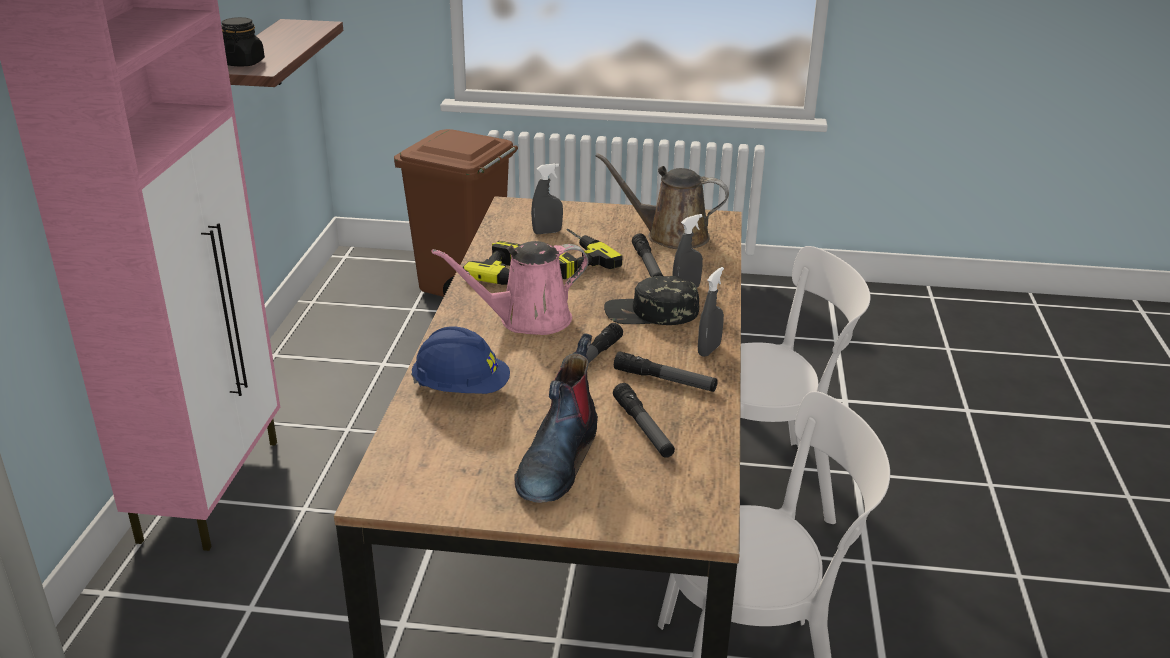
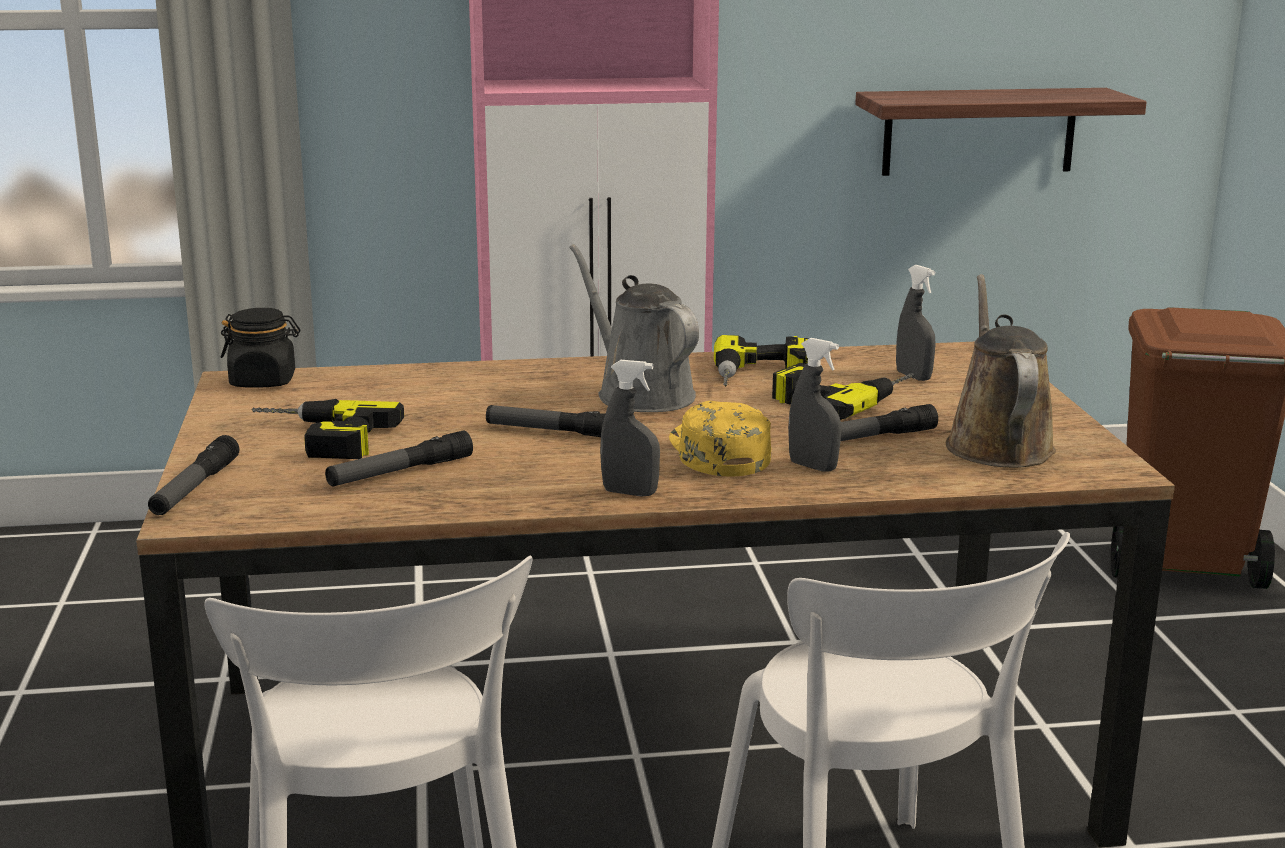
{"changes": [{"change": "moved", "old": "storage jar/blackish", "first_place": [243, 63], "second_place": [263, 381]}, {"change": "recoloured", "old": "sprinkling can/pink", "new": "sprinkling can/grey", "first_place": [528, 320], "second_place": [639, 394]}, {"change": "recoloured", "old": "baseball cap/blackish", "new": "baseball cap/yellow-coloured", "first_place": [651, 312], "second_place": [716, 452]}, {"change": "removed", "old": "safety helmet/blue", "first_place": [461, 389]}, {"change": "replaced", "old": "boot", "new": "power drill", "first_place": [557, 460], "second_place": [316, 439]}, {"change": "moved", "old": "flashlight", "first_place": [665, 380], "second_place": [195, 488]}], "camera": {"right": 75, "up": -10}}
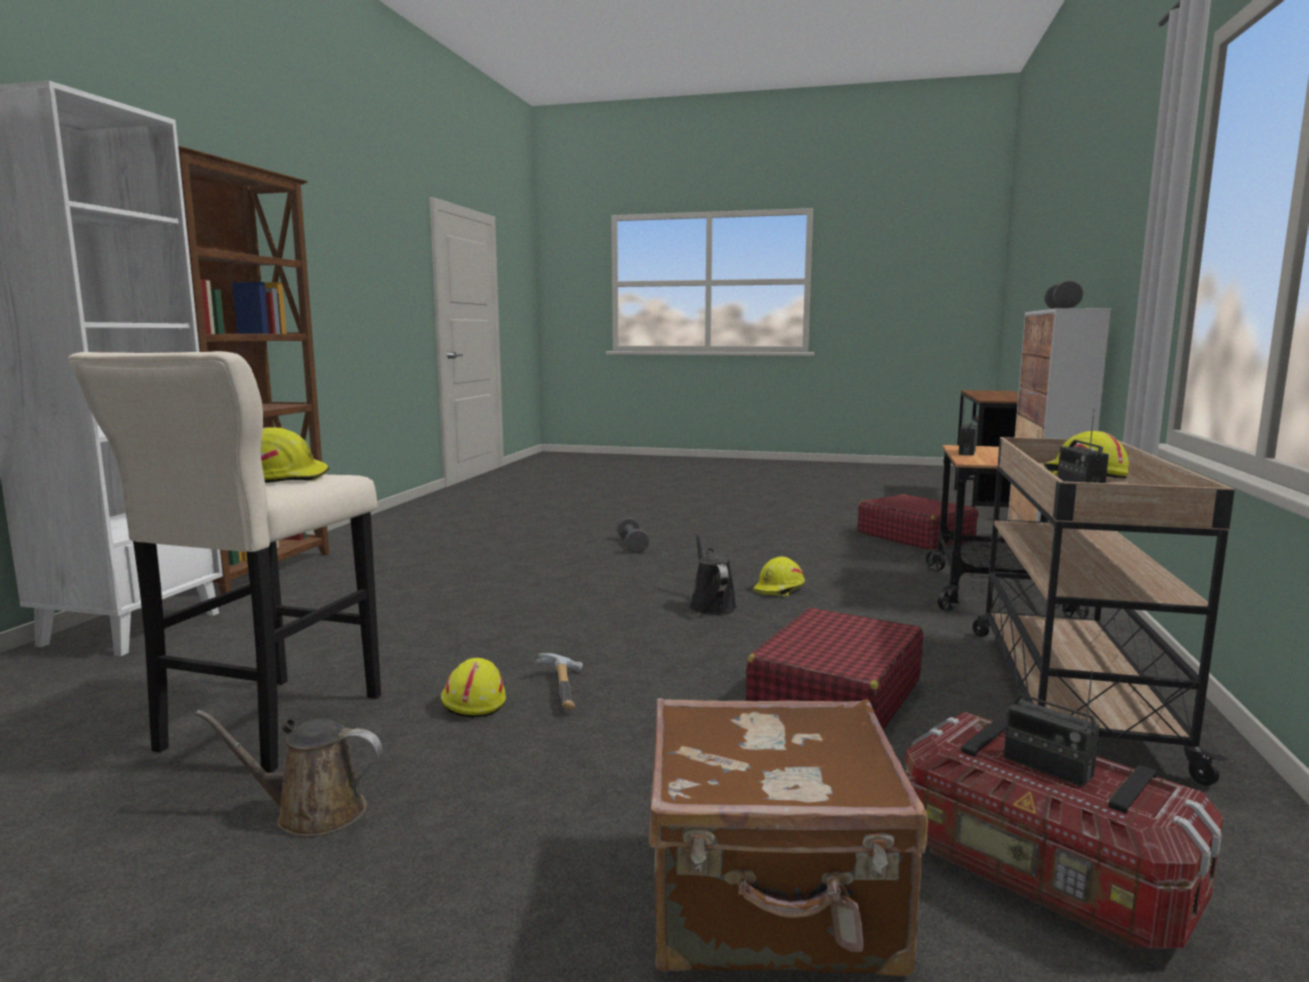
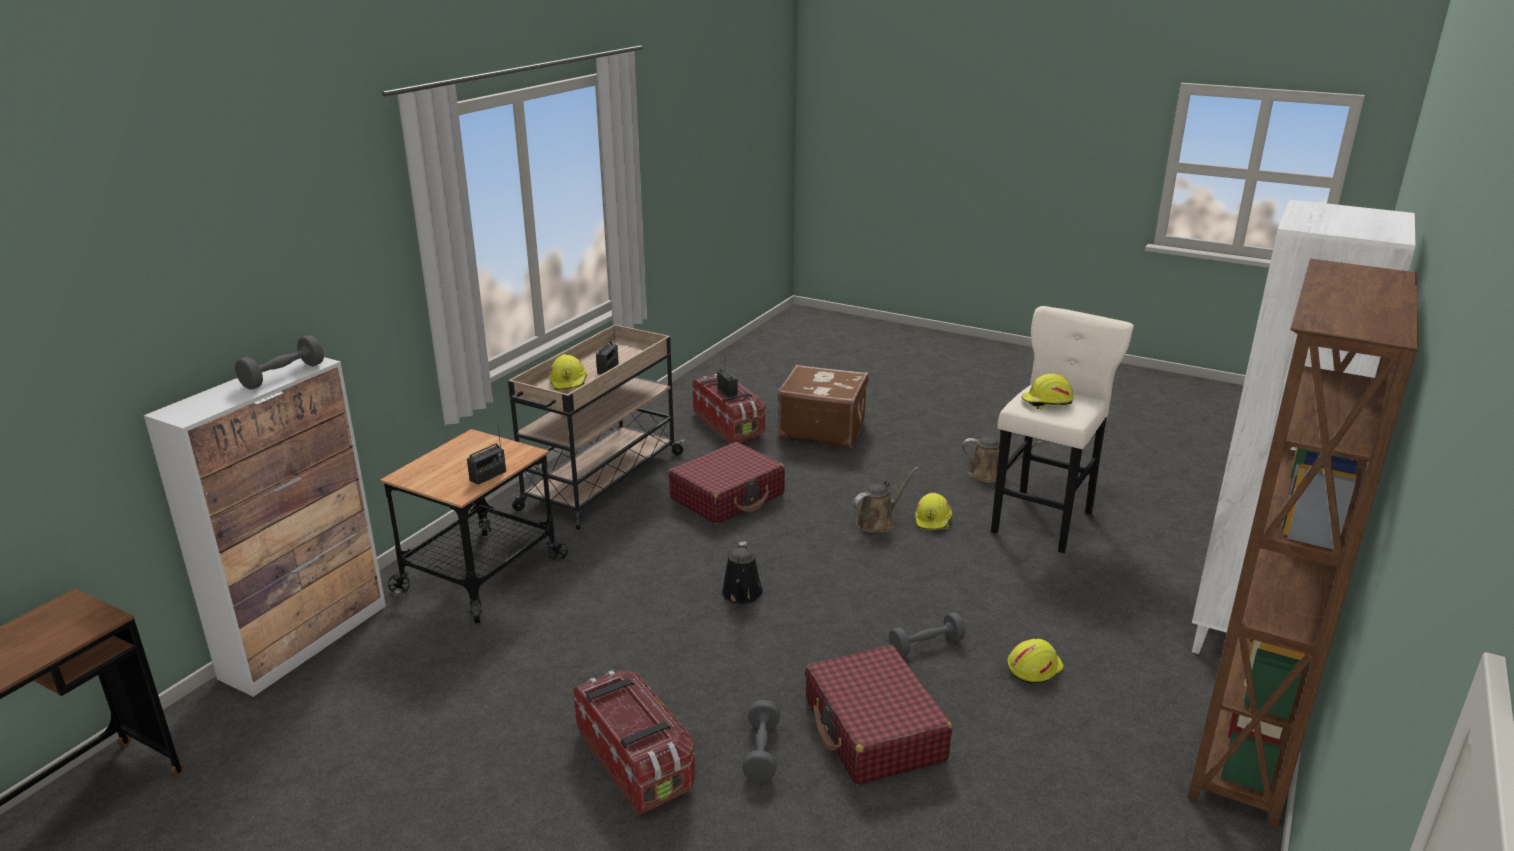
{"changes": [{"change": "moved", "old": "suitcase/red", "first_place": [915, 536], "second_place": [874, 731]}, {"change": "moved", "old": "safety helmet/yellow-coloured", "first_place": [779, 590], "second_place": [1033, 667]}, {"change": "replaced", "old": "tool hammer", "new": "sprinkling can/brown-coloured", "first_place": [567, 689], "second_place": [878, 522]}, {"change": "added", "new": "hand weight/grey", "second_place": [926, 646]}, {"change": "added", "new": "storage bin", "second_place": [635, 762]}], "camera": {"right": -165, "up": 15}}
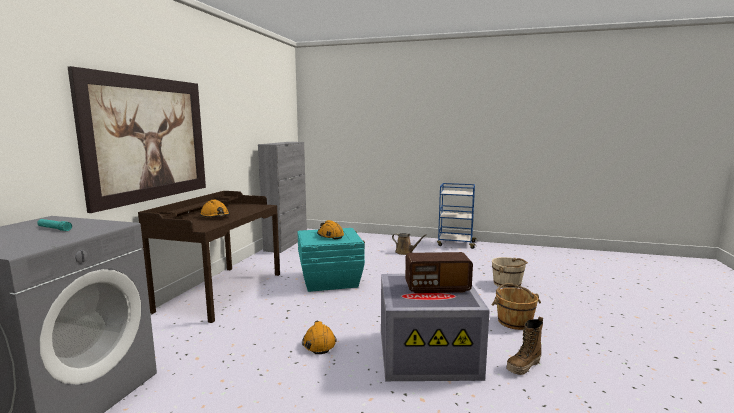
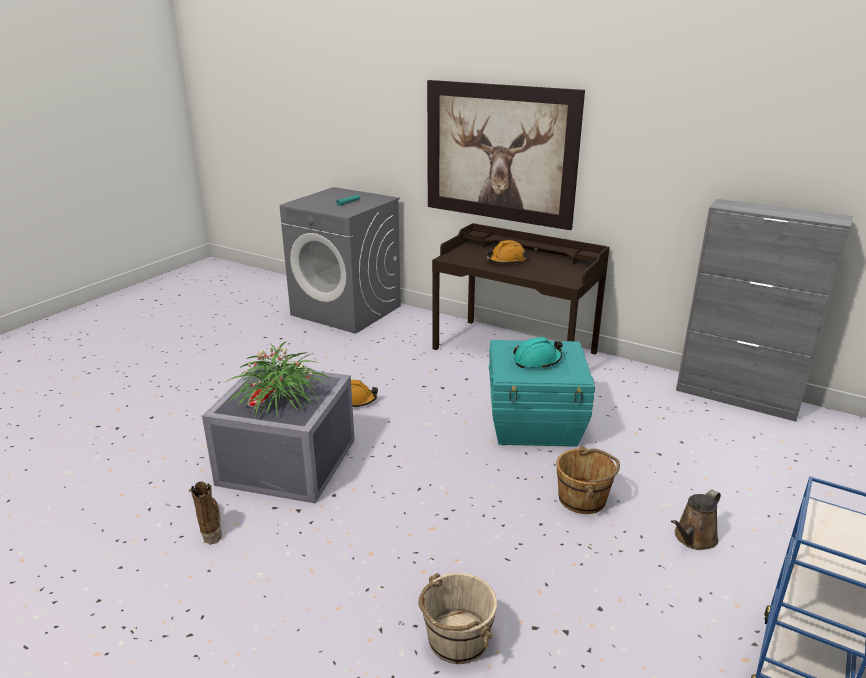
{"changes": [{"change": "recoloured", "old": "safety helmet/orangey", "new": "safety helmet/turquoise", "first_place": [330, 236], "second_place": [537, 361]}, {"change": "replaced", "old": "radio set", "new": "houseplant", "first_place": [437, 288], "second_place": [280, 400]}, {"change": "moved", "old": "bucket/brown-coloured", "first_place": [514, 321], "second_place": [583, 499]}], "camera": {"right": 105, "up": 15}}
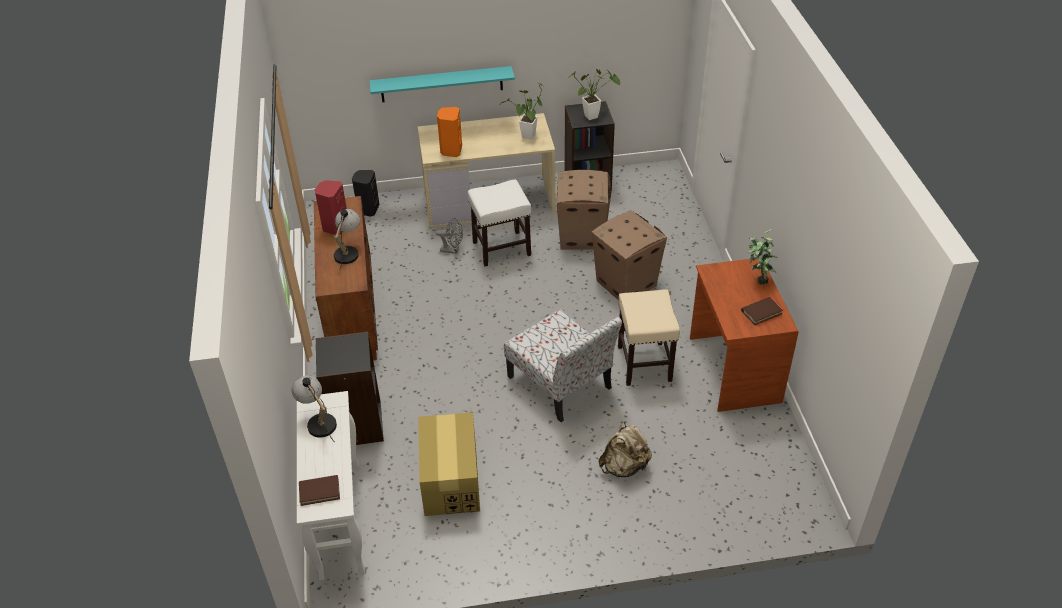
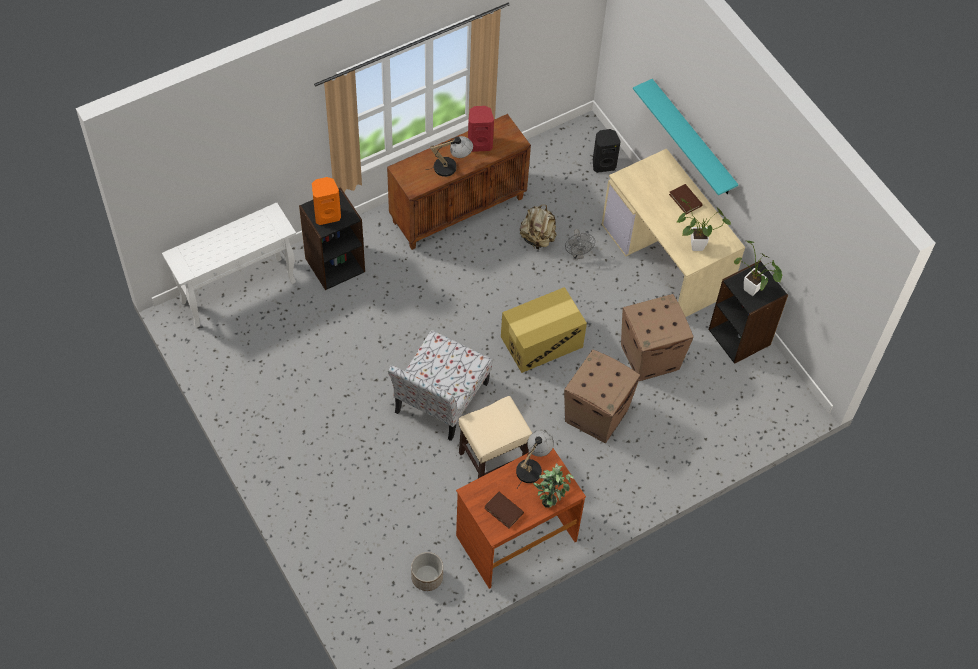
{"changes": [{"change": "moved", "old": "speaker/orangey", "first_place": [451, 150], "second_place": [326, 215]}, {"change": "removed", "old": "sitting stool/whitish", "first_place": [501, 249]}, {"change": "moved", "old": "table lamp", "first_place": [318, 421], "second_place": [532, 466]}, {"change": "moved", "old": "packing box", "first_place": [450, 480], "second_place": [541, 342]}, {"change": "moved", "old": "rucksack/sand-coloured", "first_place": [624, 466], "second_place": [537, 238]}, {"change": "moved", "old": "book/brown-coloured", "first_place": [319, 491], "second_place": [685, 200]}, {"change": "added", "new": "flower pot", "second_place": [427, 577]}], "camera": {"right": 65, "up": 15}}
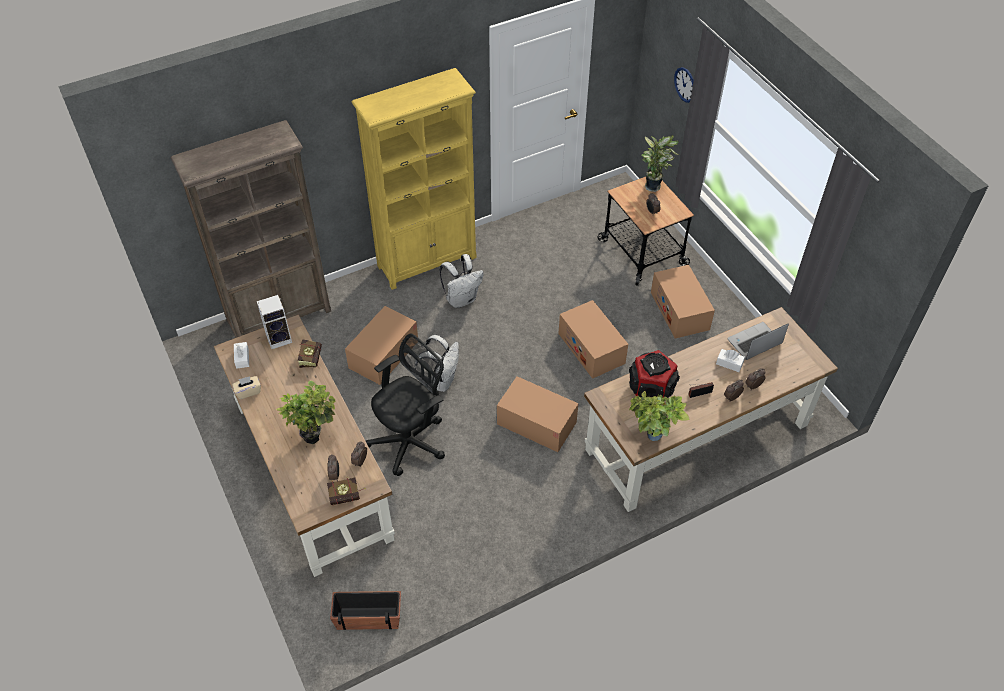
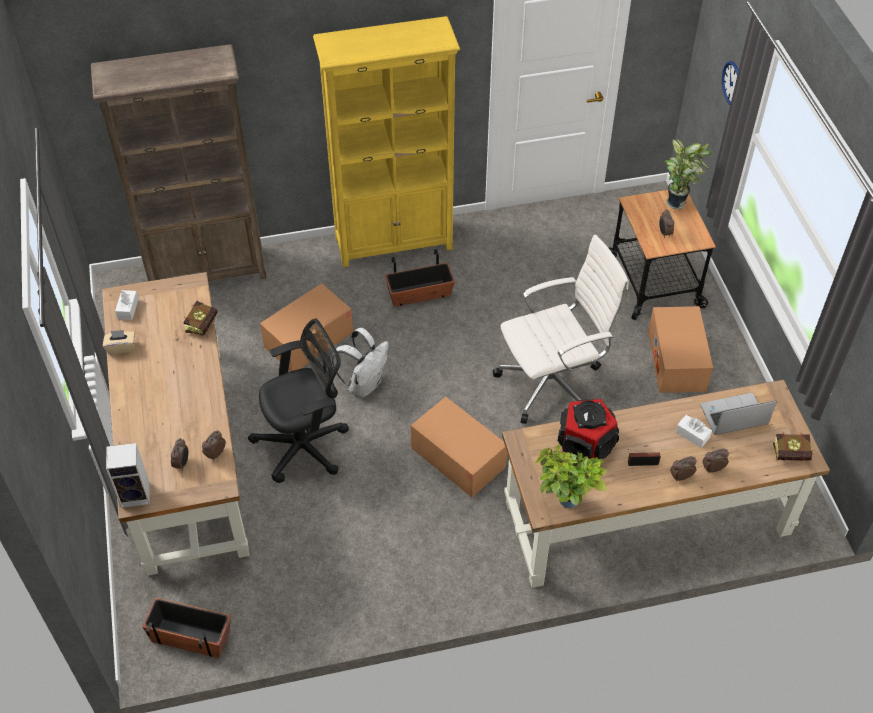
{"changes": [{"change": "replaced", "old": "rucksack/whitish", "new": "flower pot", "first_place": [462, 299], "second_place": [419, 294]}, {"change": "moved", "old": "speaker", "first_place": [280, 338], "second_place": [136, 494]}, {"change": "replaced", "old": "packing box", "new": "computer chair/whitish", "first_place": [591, 348], "second_place": [553, 383]}, {"change": "removed", "old": "houseplant", "first_place": [314, 434]}, {"change": "moved", "old": "book", "first_place": [348, 496], "second_place": [794, 455]}], "camera": {"right": 15, "up": 0}}
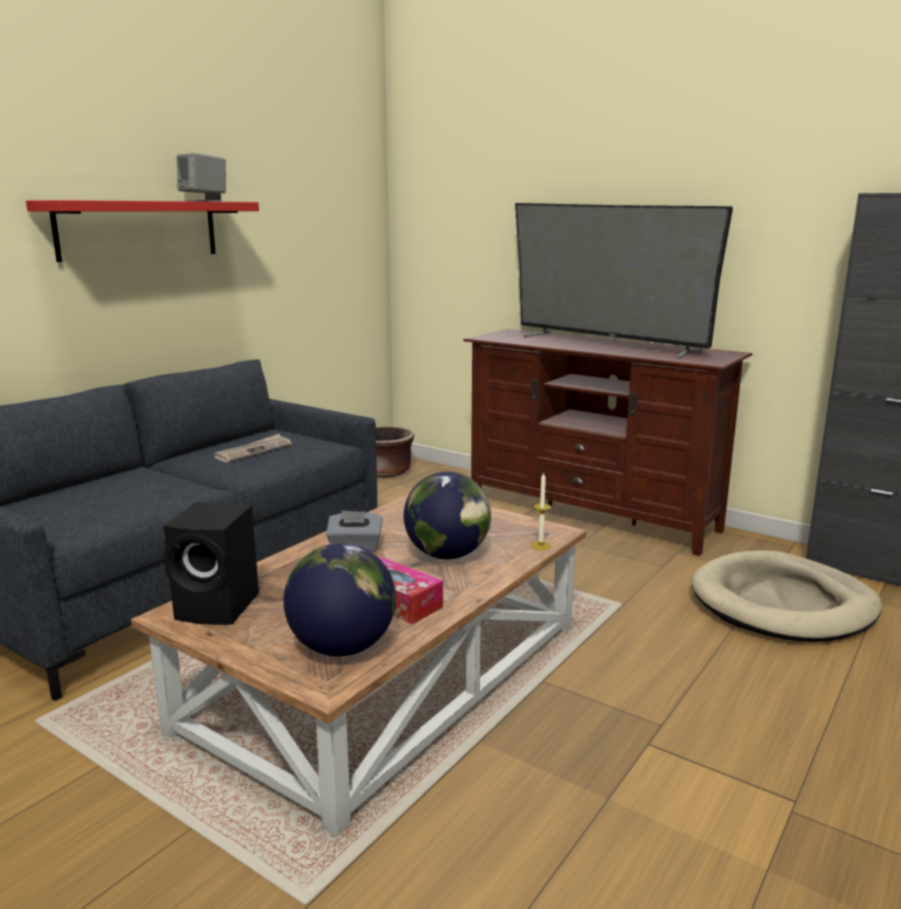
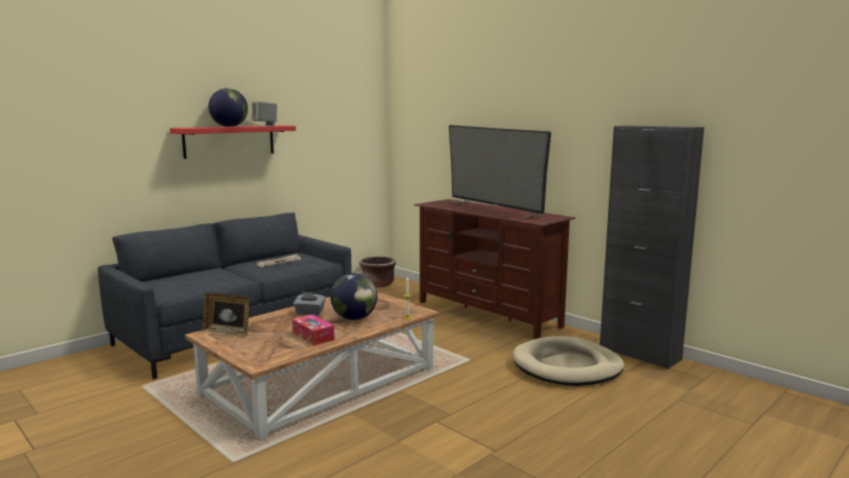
{"changes": [{"change": "replaced", "old": "speaker/blackish", "new": "standing frame", "first_place": [220, 607], "second_place": [227, 332]}, {"change": "moved", "old": "desk globe", "first_place": [342, 647], "second_place": [229, 126]}], "camera": {"right": 10, "up": -5}}
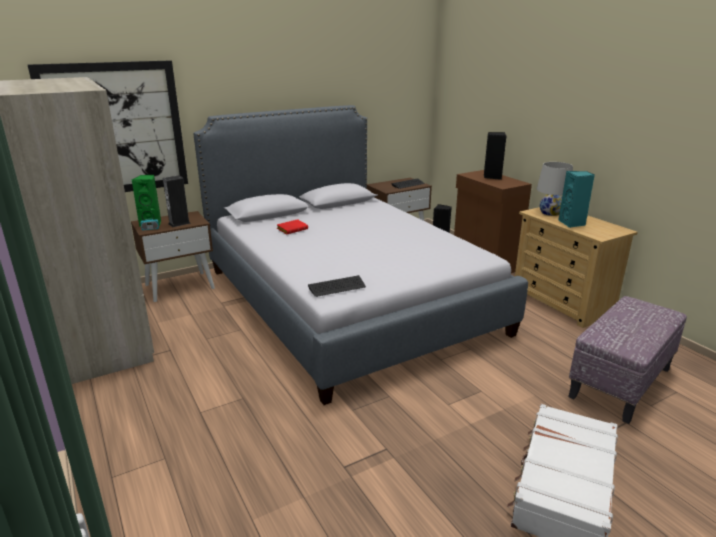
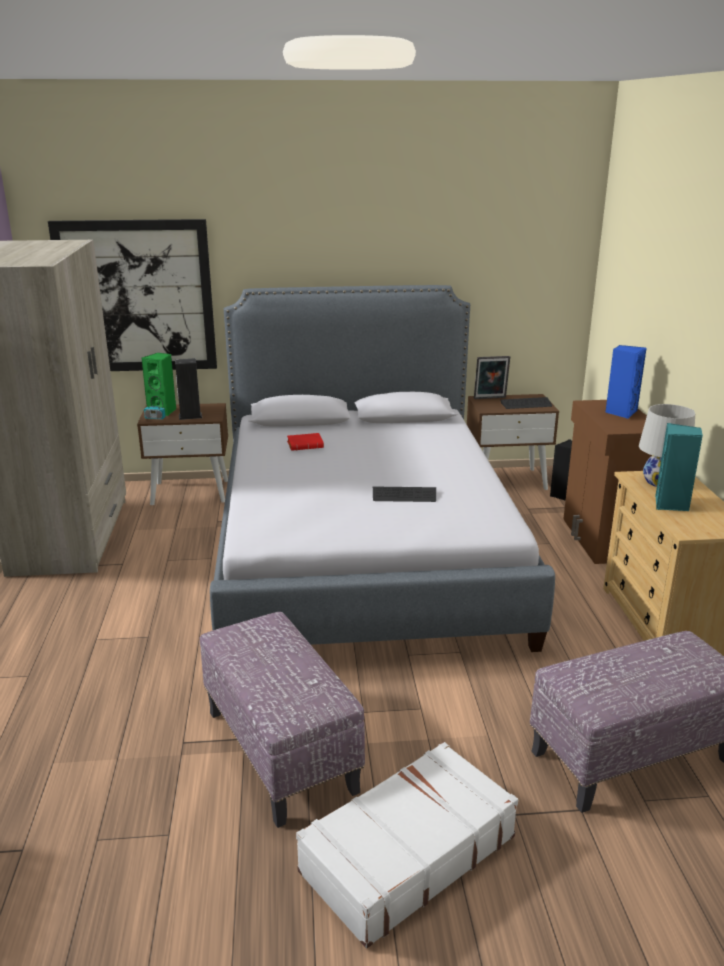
{"changes": [{"change": "recoloured", "old": "speaker/blackish", "new": "speaker/blue", "first_place": [492, 177], "second_place": [620, 412]}, {"change": "moved", "old": "PC keyboard", "first_place": [337, 287], "second_place": [404, 496]}, {"change": "added", "new": "standing frame", "second_place": [490, 398]}, {"change": "added", "new": "ottoman", "second_place": [278, 750]}], "camera": {"right": 25, "up": 0}}
